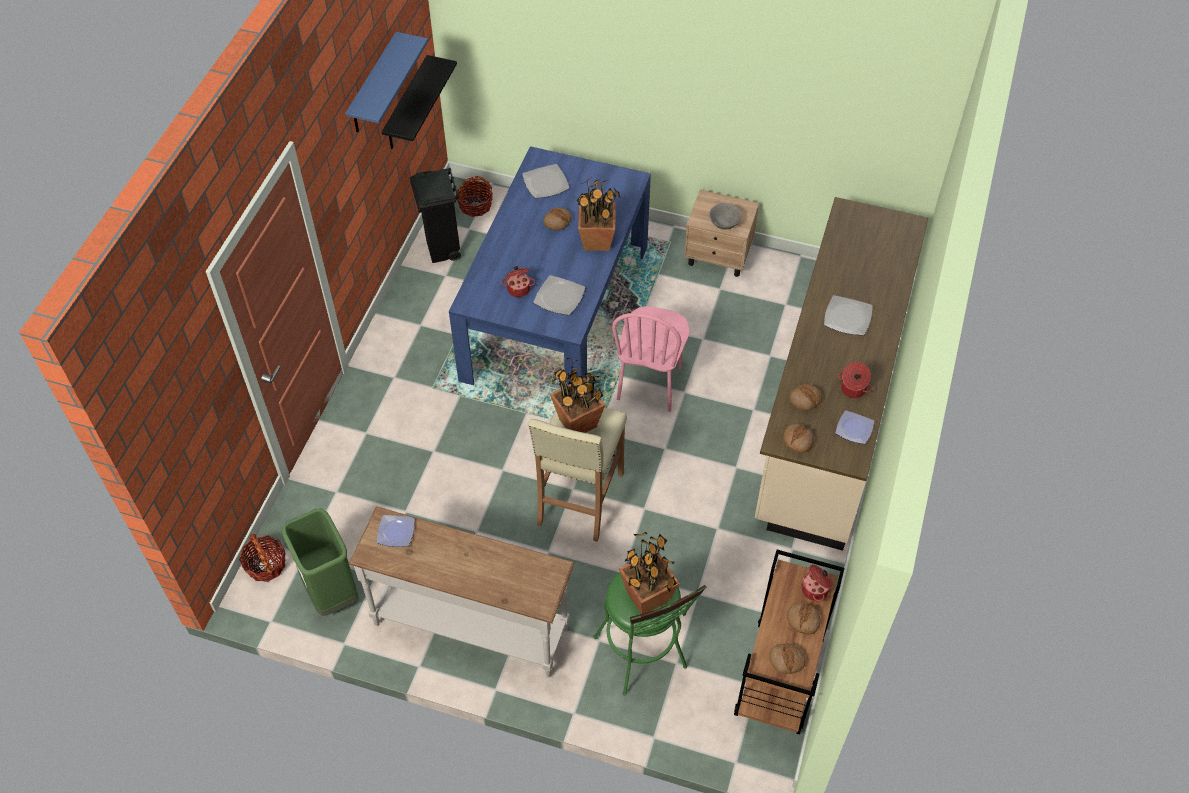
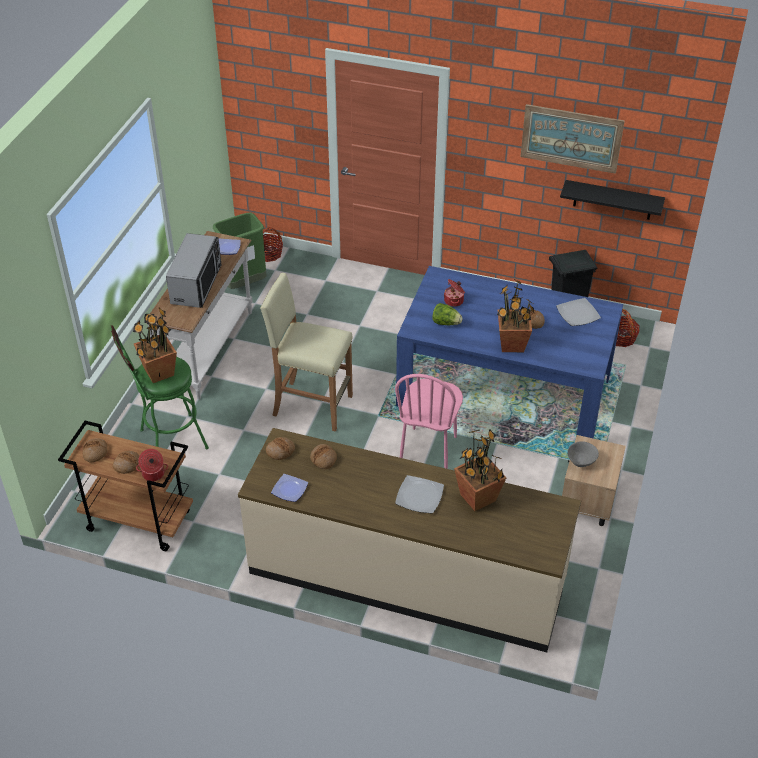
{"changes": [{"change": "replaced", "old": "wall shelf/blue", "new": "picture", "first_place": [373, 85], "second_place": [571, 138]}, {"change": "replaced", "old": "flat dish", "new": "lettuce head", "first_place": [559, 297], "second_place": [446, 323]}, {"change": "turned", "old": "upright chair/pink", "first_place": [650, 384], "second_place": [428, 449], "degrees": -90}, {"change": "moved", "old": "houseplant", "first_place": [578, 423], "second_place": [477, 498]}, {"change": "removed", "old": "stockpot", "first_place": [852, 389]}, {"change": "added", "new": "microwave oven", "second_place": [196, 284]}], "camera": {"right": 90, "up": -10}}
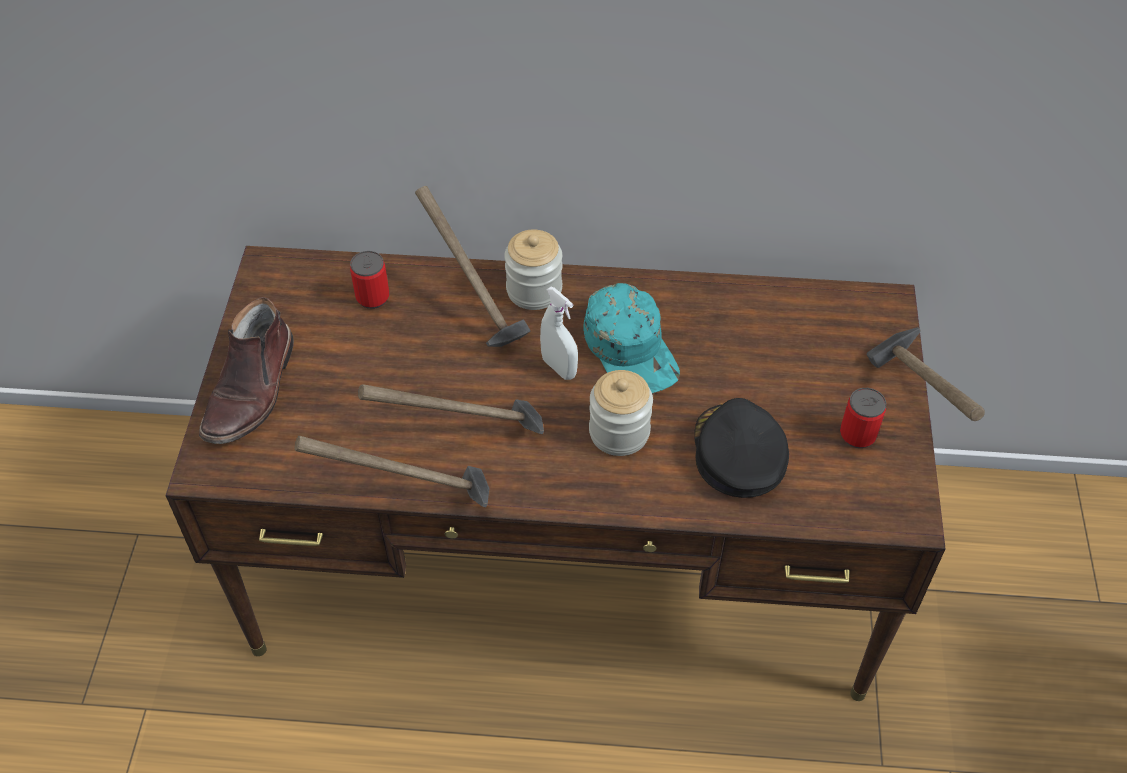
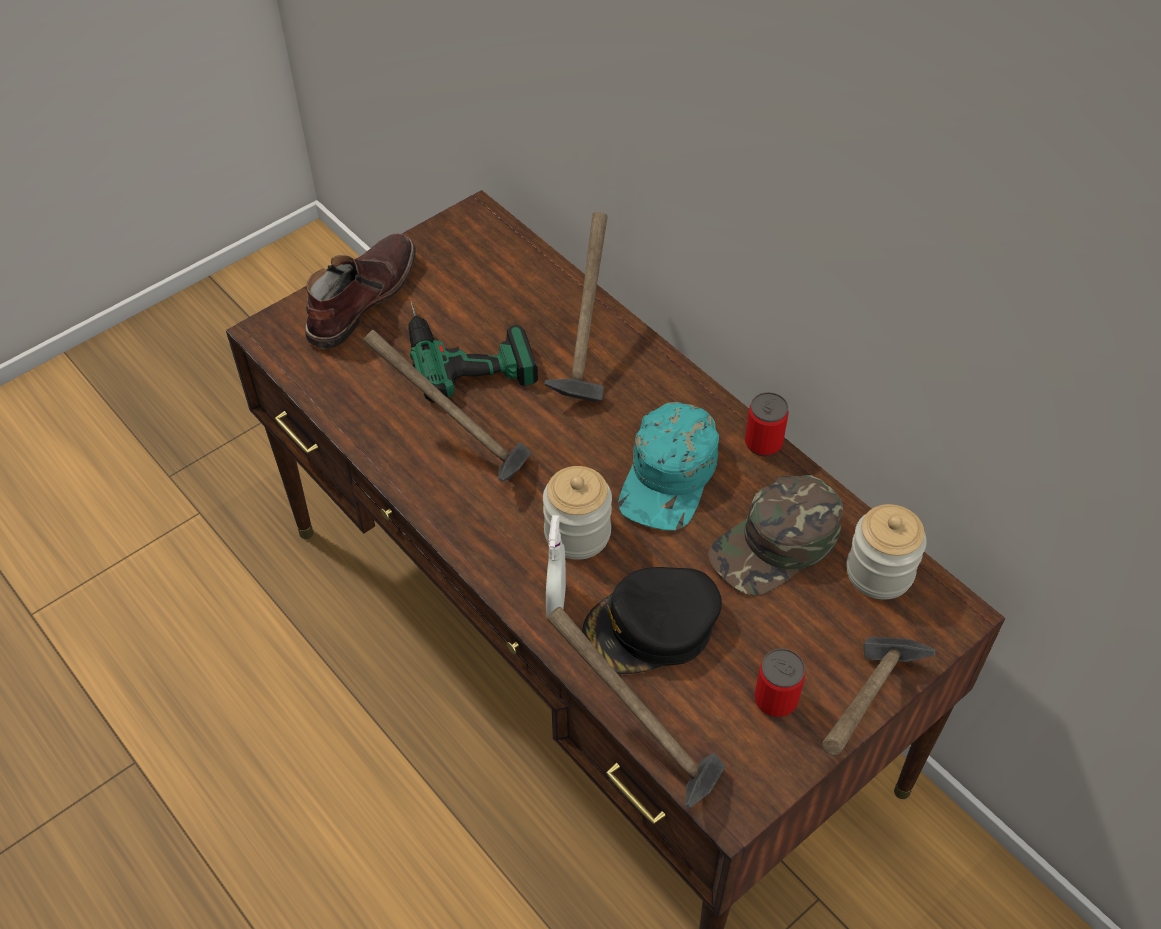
{"changes": [{"change": "moved", "old": "storage jar", "first_place": [534, 290], "second_place": [879, 572]}, {"change": "moved", "old": "metal can", "first_place": [372, 297], "second_place": [763, 443]}, {"change": "moved", "old": "hand sprayer/whitish", "first_place": [559, 368], "second_place": [556, 602]}, {"change": "turned", "old": "boot/brown-coloured", "first_place": [252, 390], "second_place": [361, 298], "degrees": 150}, {"change": "turned", "old": "baseball cap/blackish", "first_place": [737, 453], "second_place": [651, 627], "degrees": -150}, {"change": "moved", "old": "tool hammer", "first_place": [410, 503], "second_place": [636, 744]}, {"change": "added", "new": "power drill", "second_place": [466, 348]}, {"change": "added", "new": "baseball cap/greenish", "second_place": [776, 545]}], "camera": {"right": 45, "up": 0}}
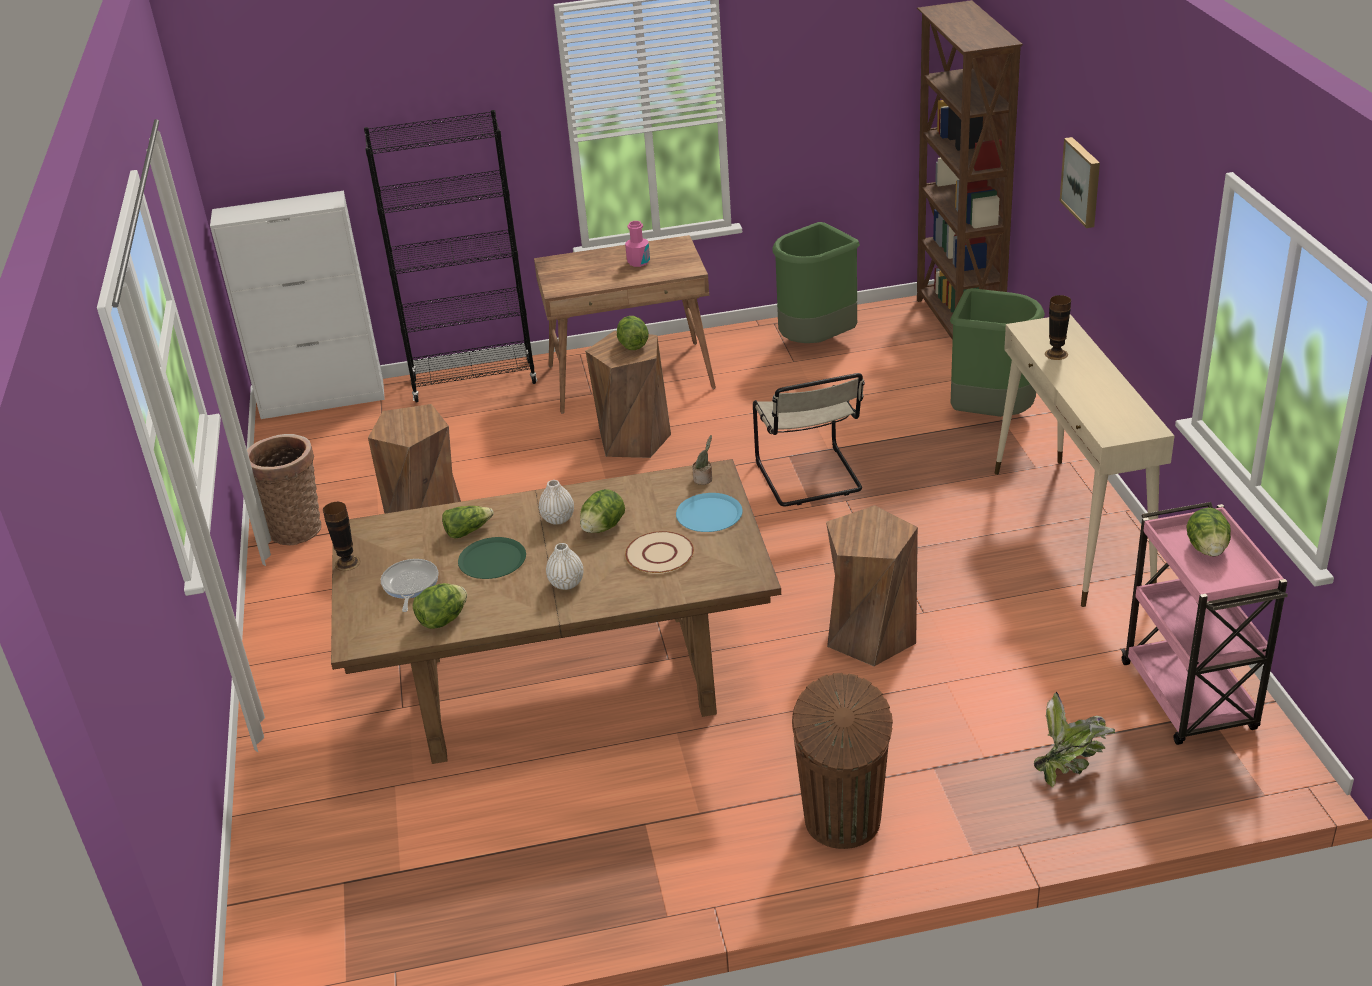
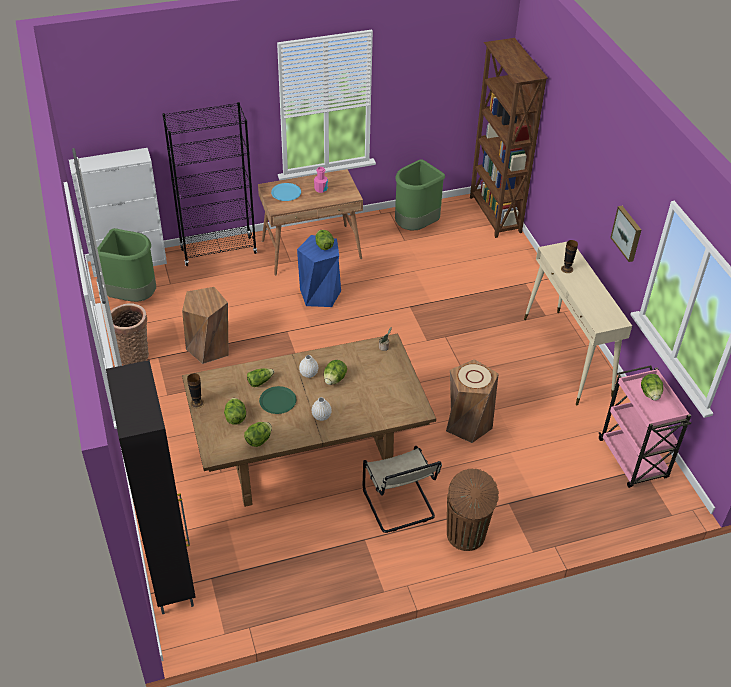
{"changes": [{"change": "moved", "old": "picture", "first_place": [1083, 181], "second_place": [627, 233]}, {"change": "moved", "old": "trash can/greenish", "first_place": [990, 414], "second_place": [133, 296]}, {"change": "recoloured", "old": "sitting stool/brown-coloured", "new": "sitting stool/blue", "first_place": [633, 440], "second_place": [320, 294]}, {"change": "moved", "old": "upright chair/sand-coloured", "first_place": [810, 478], "second_place": [399, 506]}, {"change": "moved", "old": "flat dish/blue", "first_place": [709, 514], "second_place": [286, 193]}, {"change": "moved", "old": "flat dish/sand-coloured", "first_place": [660, 554], "second_place": [474, 377]}, {"change": "replaced", "old": "skillet", "new": "lettuce head", "first_place": [410, 585], "second_place": [235, 417]}, {"change": "removed", "old": "houseplant", "first_place": [1070, 766]}, {"change": "added", "new": "cupboard/blackish", "second_place": [172, 577]}], "camera": {"right": -10, "up": 10}}
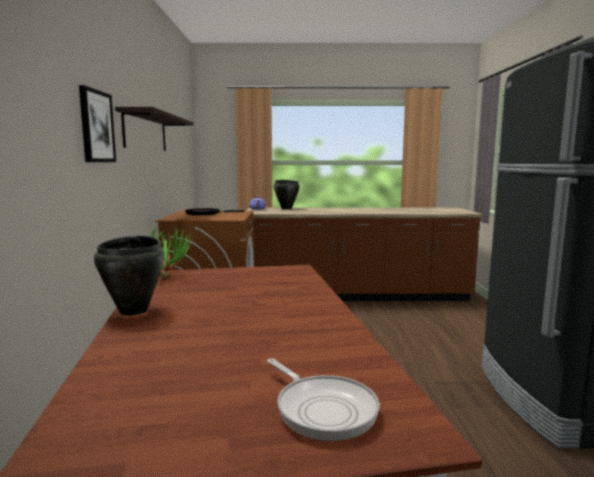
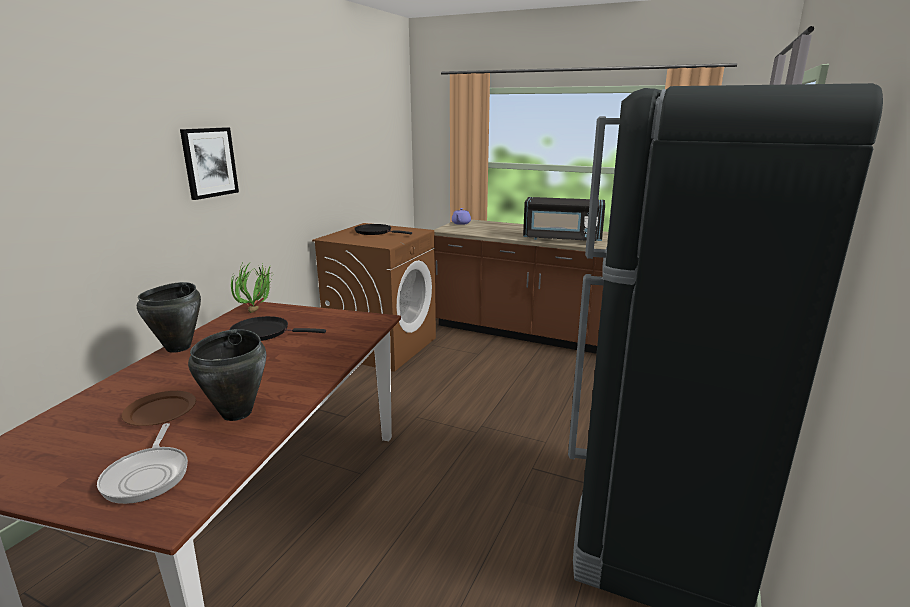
{"changes": [{"change": "removed", "old": "wall shelf", "first_place": [145, 132]}, {"change": "moved", "old": "stockpot/blackish", "first_place": [286, 208], "second_place": [237, 413]}, {"change": "added", "new": "microwave oven/blackish", "second_place": [562, 239]}, {"change": "added", "new": "skillet/blackish", "second_place": [264, 332]}, {"change": "added", "new": "flat dish/brown-coloured", "second_place": [160, 411]}], "camera": {"right": 25, "up": 10}}
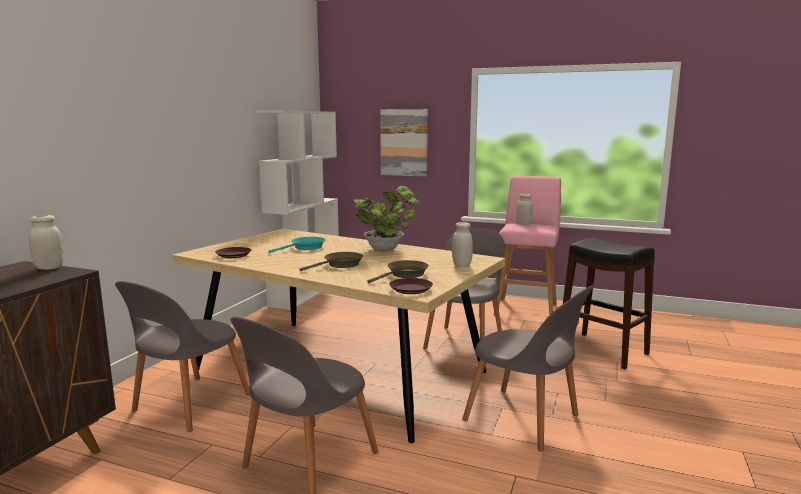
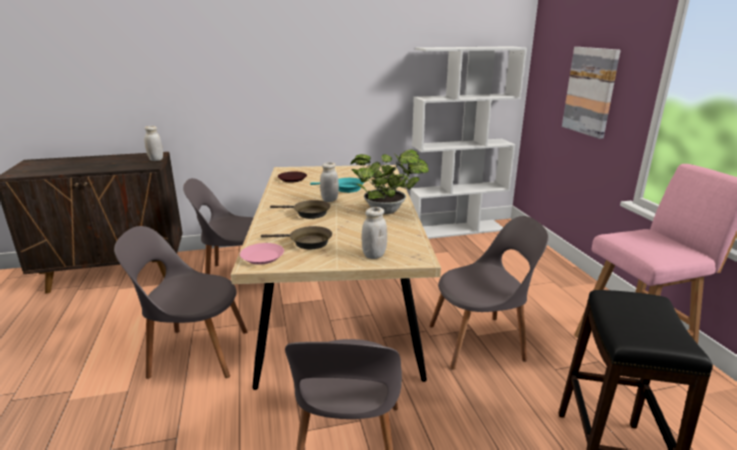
{"changes": [{"change": "moved", "old": "storage jar/whitish", "first_place": [523, 224], "second_place": [329, 200]}, {"change": "recoloured", "old": "flat dish/brown-coloured", "new": "flat dish/pink", "first_place": [411, 289], "second_place": [262, 257]}], "camera": {"right": 55, "up": 10}}
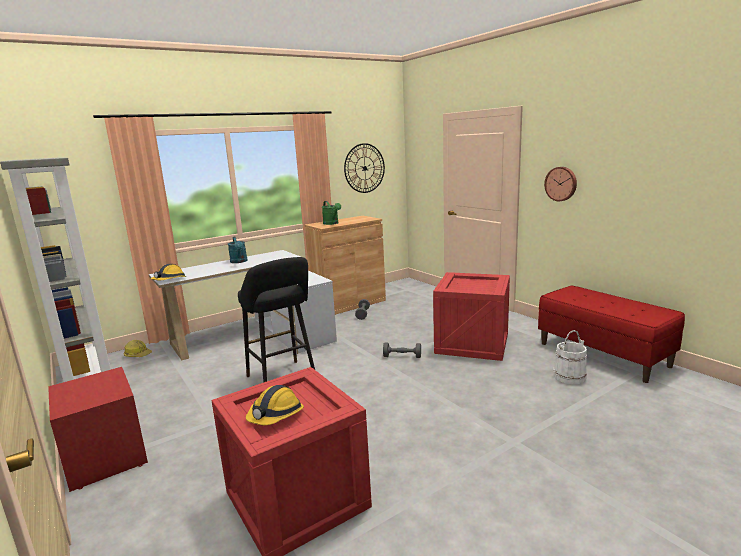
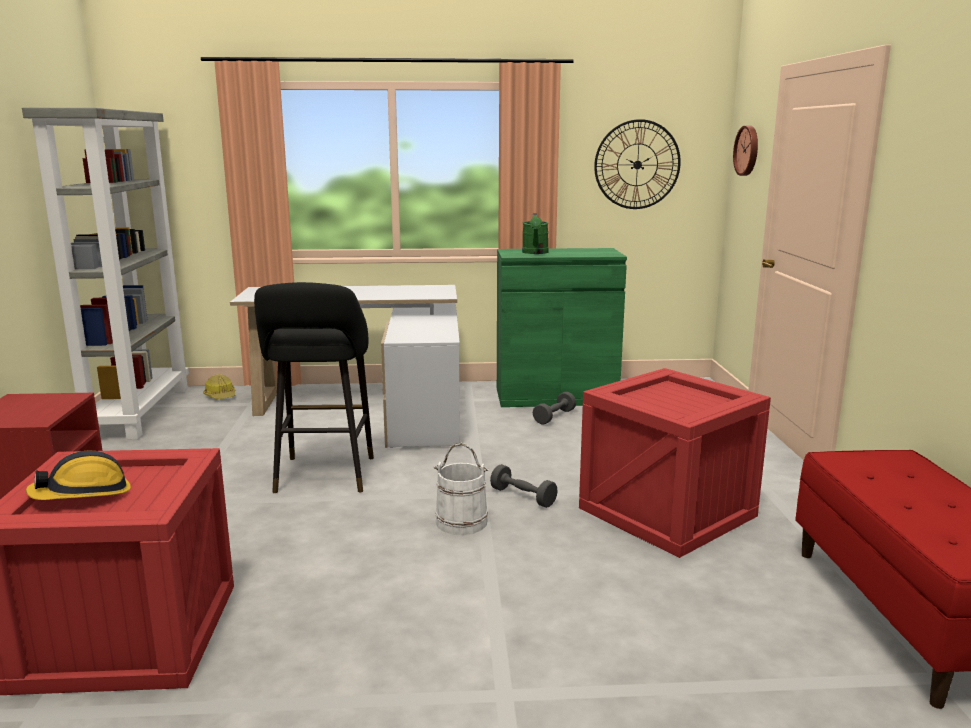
{"changes": [{"change": "moved", "old": "hanging clock", "first_place": [561, 183], "second_place": [748, 150]}, {"change": "recoloured", "old": "cupboard/brown-coloured", "new": "cupboard/greenish", "first_place": [349, 304], "second_place": [556, 396]}, {"change": "removed", "old": "sprinkling can/turquoise", "first_place": [239, 261]}, {"change": "removed", "old": "safety helmet", "first_place": [169, 280]}, {"change": "moved", "old": "bucket/whitish", "first_place": [569, 376], "second_place": [461, 522]}], "camera": {"right": 30, "up": 0}}
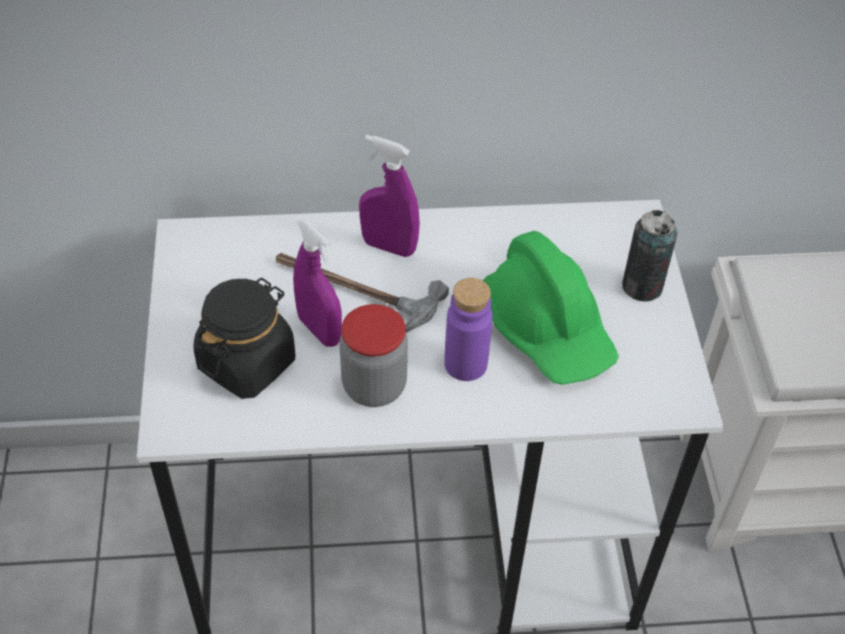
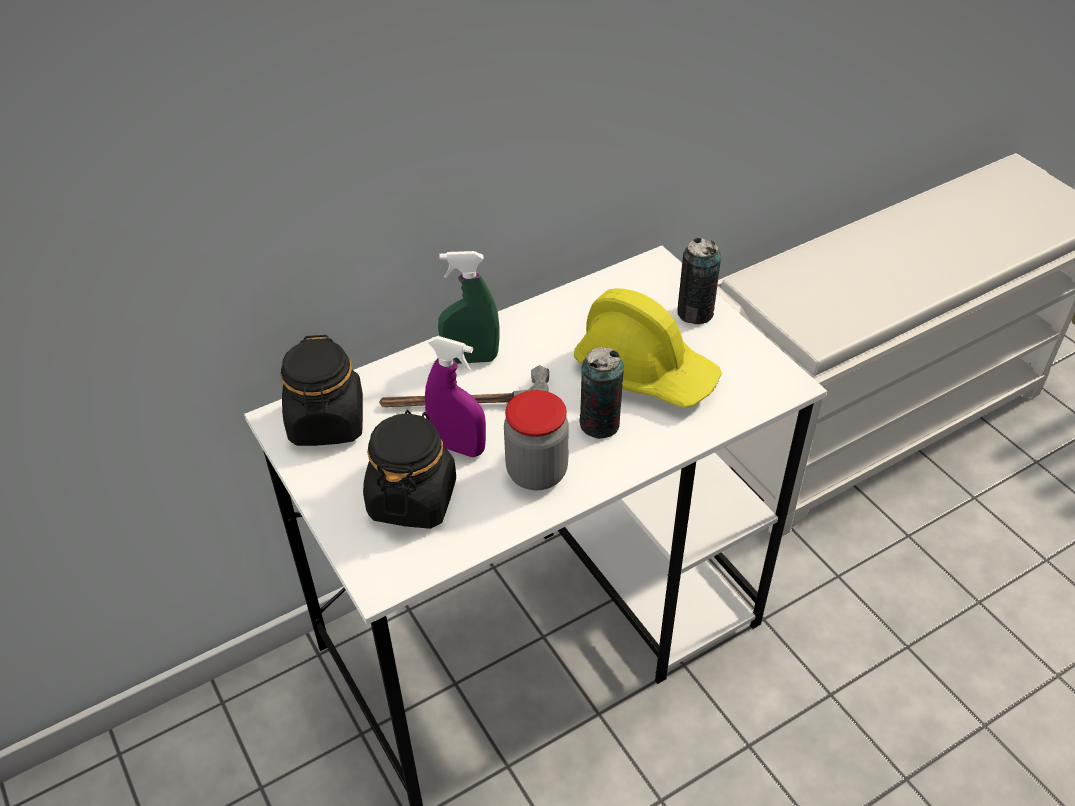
{"changes": [{"change": "recoloured", "old": "hand sprayer/purple", "new": "hand sprayer/greenish", "first_place": [389, 247], "second_place": [471, 359]}, {"change": "recoloured", "old": "safety helmet/greenish", "new": "safety helmet/yellow-coloured", "first_place": [548, 329], "second_place": [645, 372]}, {"change": "replaced", "old": "beverage bottle/purple", "new": "metal can", "first_place": [465, 364], "second_place": [599, 424]}, {"change": "added", "new": "storage jar/blackish", "second_place": [327, 422]}], "camera": {"right": -25, "up": -5}}
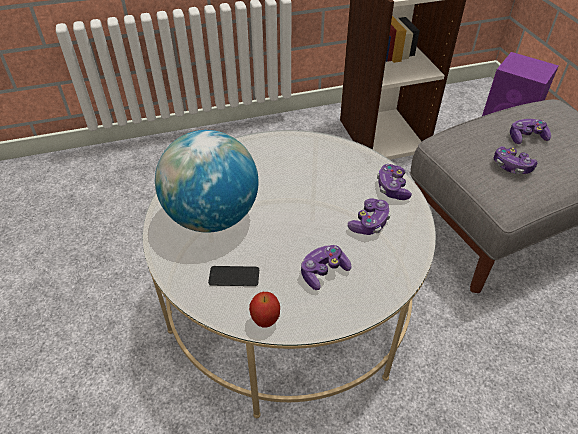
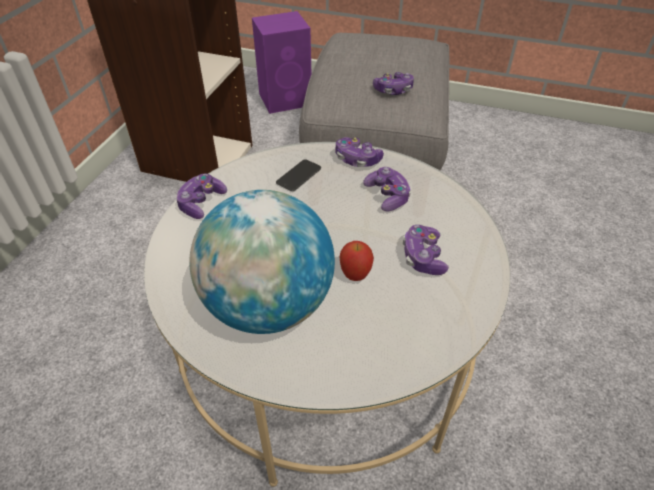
{"changes": [{"change": "moved", "old": "gamepad", "first_place": [526, 137], "second_place": [201, 203]}, {"change": "moved", "old": "handset", "first_place": [234, 276], "second_place": [298, 176]}, {"change": "moved", "old": "apple", "first_place": [265, 321], "second_place": [355, 275]}], "camera": {"right": -55, "up": 0}}
